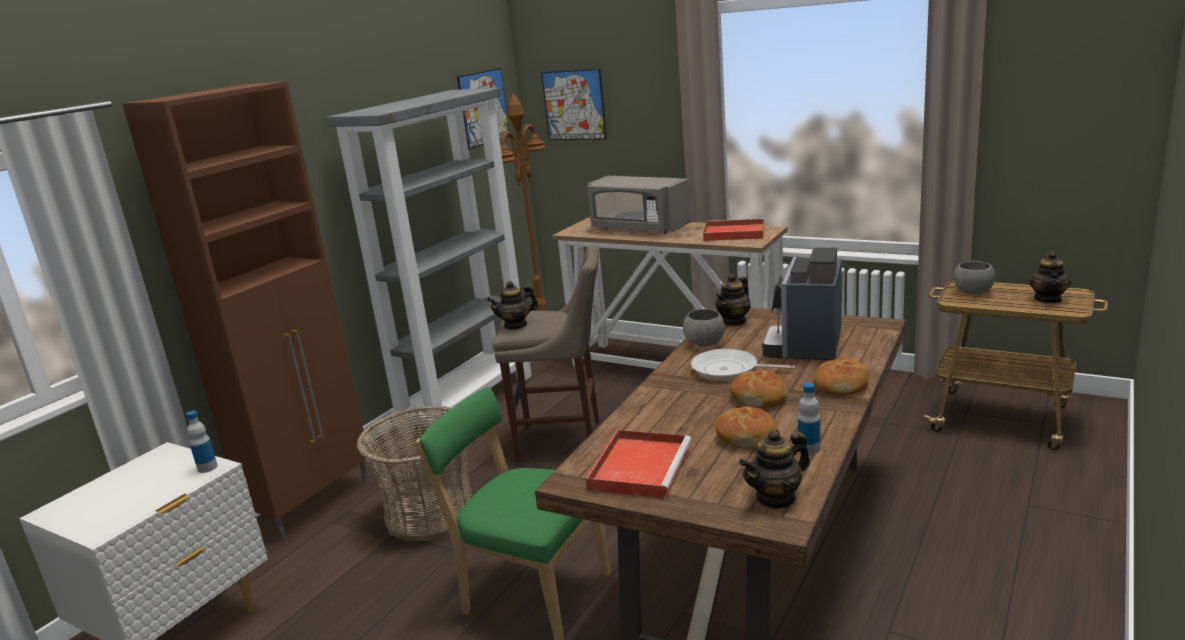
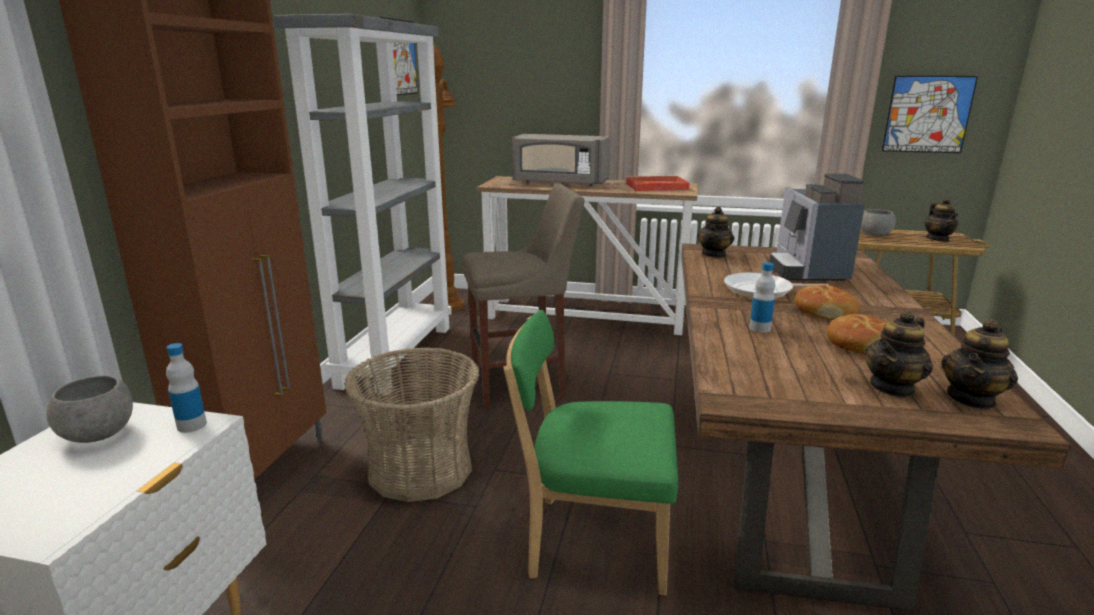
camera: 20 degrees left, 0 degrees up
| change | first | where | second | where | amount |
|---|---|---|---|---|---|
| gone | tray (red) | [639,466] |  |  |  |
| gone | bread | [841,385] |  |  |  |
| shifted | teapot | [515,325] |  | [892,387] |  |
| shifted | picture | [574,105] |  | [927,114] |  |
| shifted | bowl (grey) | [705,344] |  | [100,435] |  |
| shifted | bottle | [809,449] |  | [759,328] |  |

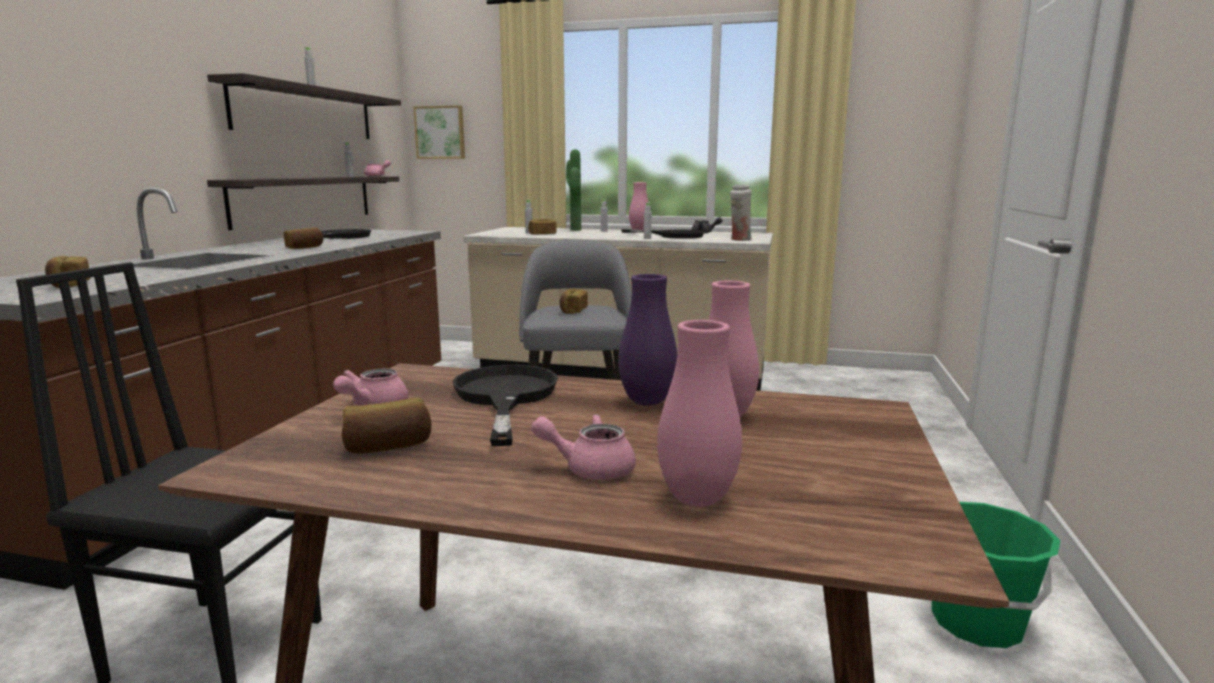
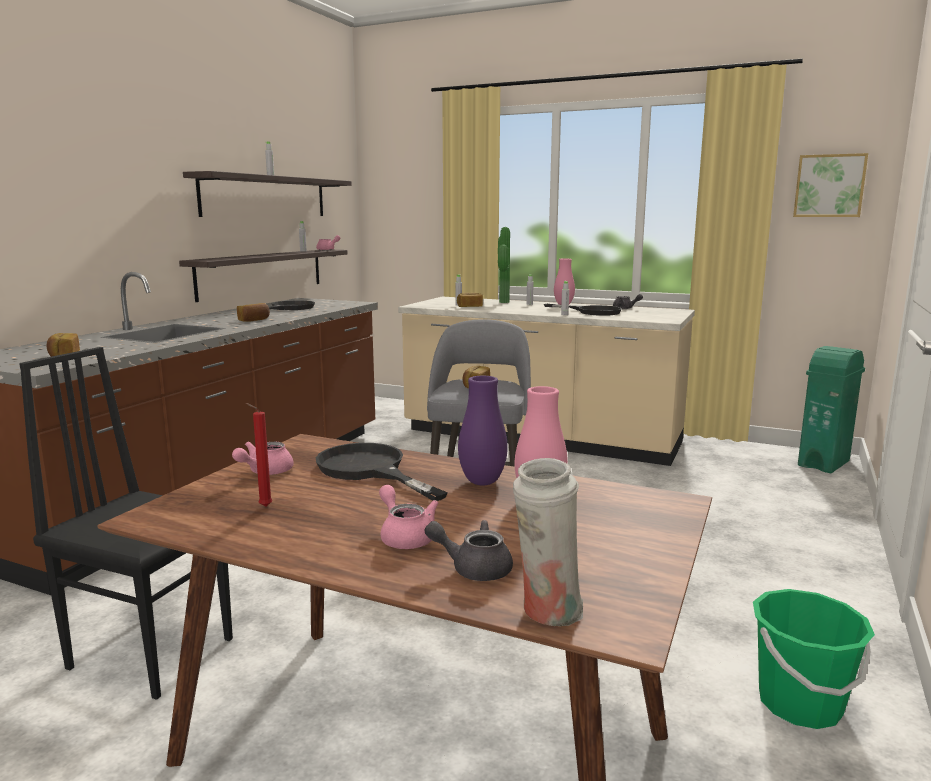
camera: 10 degrees right, 0 degrees up
| change | first | where | second | where | amount |
|---|---|---|---|---|---|
| new |  |  | trash can (green) | [824,463] |  |
| shifted | picture | [440,132] |  | [829,186] |  |
| shifted | vase (white) | [740,240] |  | [547,612] |  |
| swapped | bread | [388,446] | candle (red) | [263,507] |  |
| swapped | vase (pink) | [697,499] | teapot (grey) | [473,568] |  |
| rotated | frying pan (black) | [505,397] |  | [369,470] | 45 degrees counterclockwise |
| rotated | teapot (pink) | [590,468] |  | [405,536] | 45 degrees clockwise |

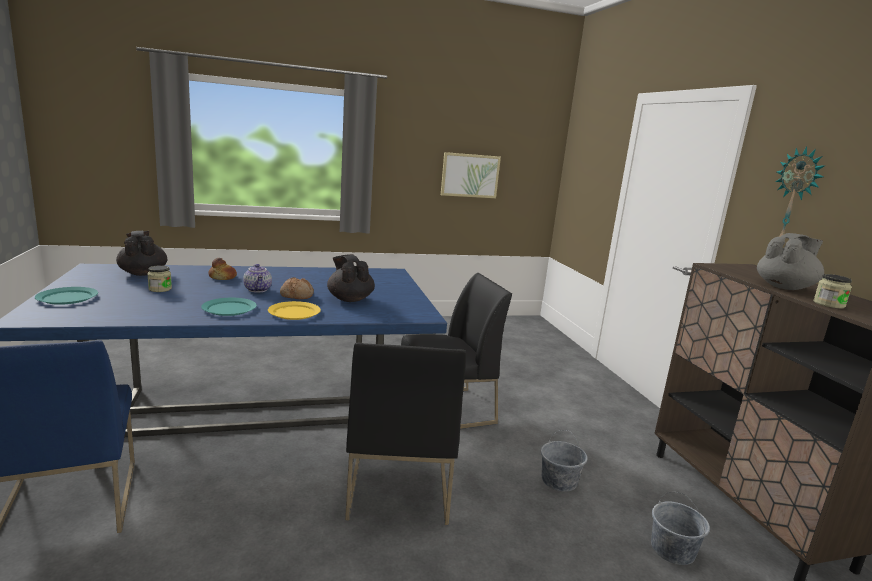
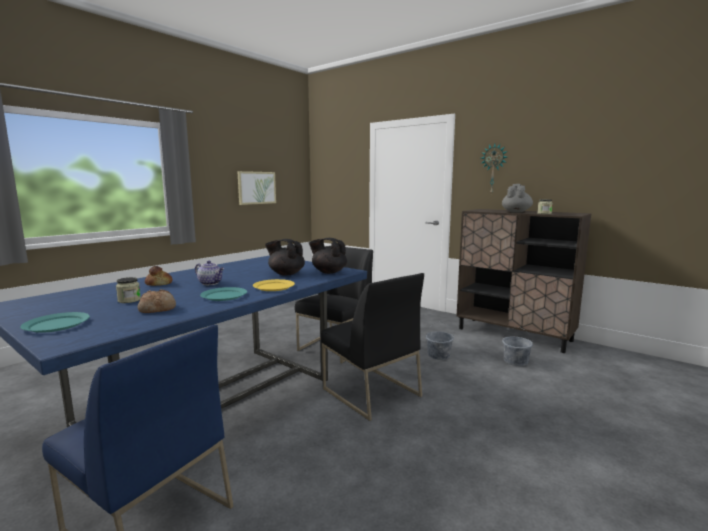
camera: 35 degrees left, 5 degrees down
| change | first | where | second | where | amount |
|---|---|---|---|---|---|
| shifted | teapot (black) | [143,273] |  | [328,272] |  |
| shifted | bread | [297,295] |  | [158,309] |  |

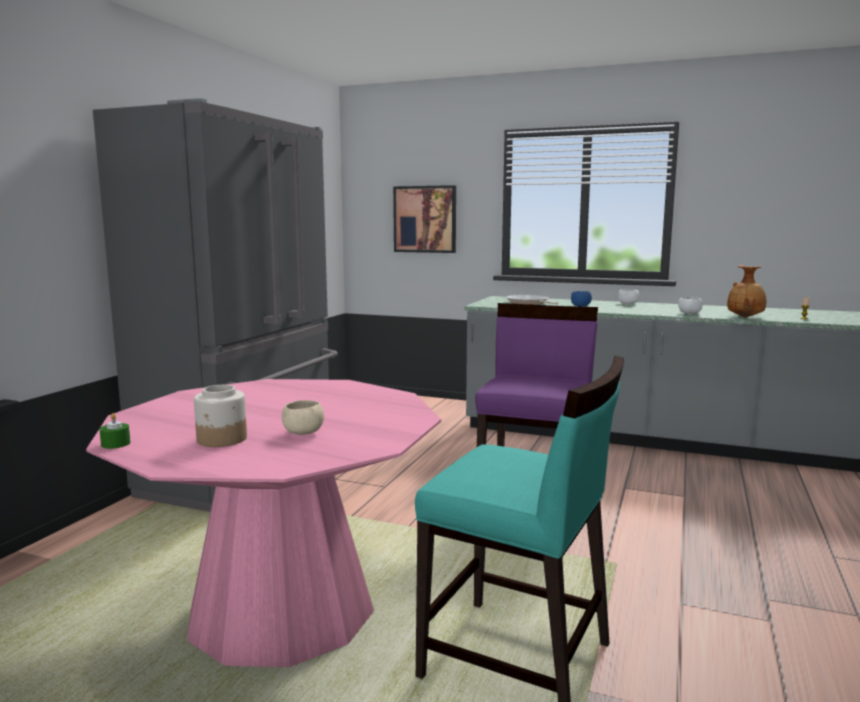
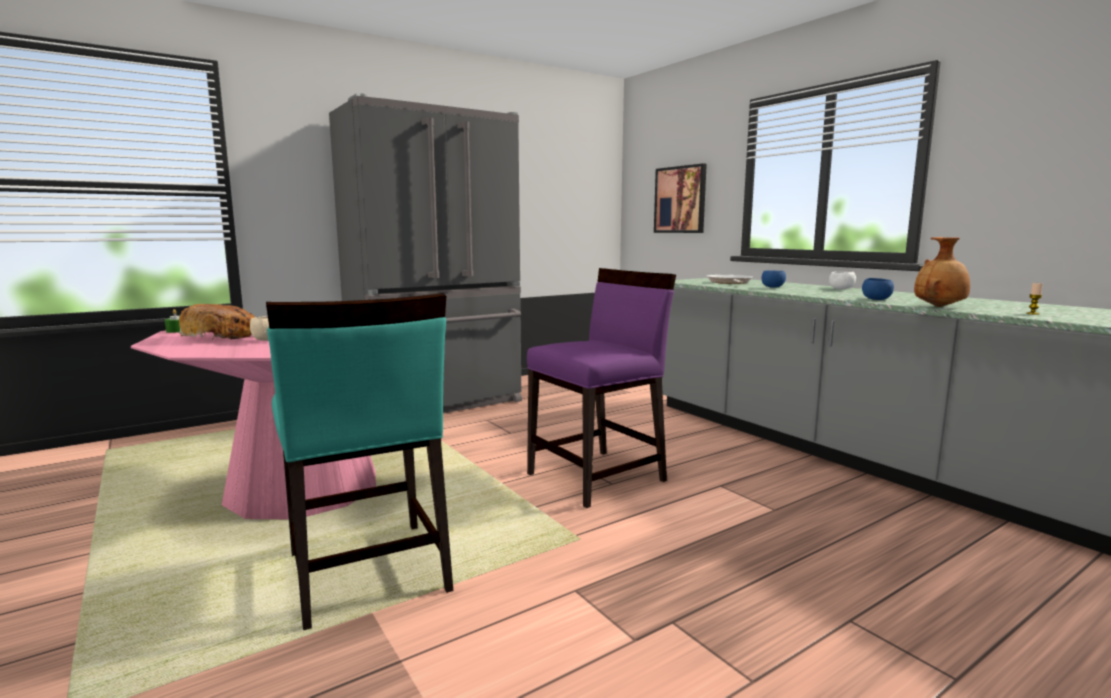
camera: 35 degrees right, 0 degrees up
| change | first | where | second | where | amount |
|---|---|---|---|---|---|
| swapped | jar | [222,439] | bread | [222,336] |  |
| repainted | bowl (white) | [689,313] | bowl (blue) | [876,299] |  |

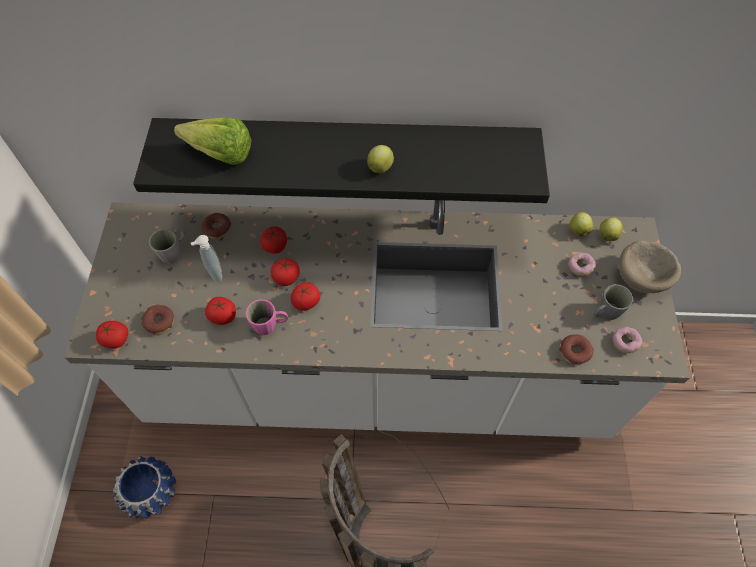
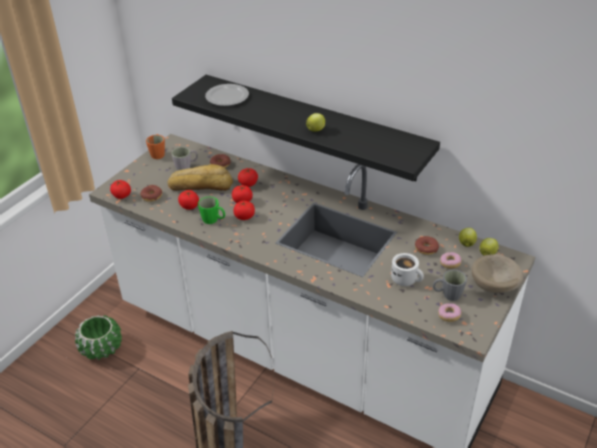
camera: 30 degrees right, 20 degrees down
| change | first | where | second | where | amount |
|---|---|---|---|---|---|
| new |  |  | mug (orange) | [158,153] |  |
| new |  |  | mug (white) | [406,279] |  |
| shifted | donut | [574,351] |  | [426,248] |  |
| swapped | lettuce | [216,152] | plate | [227,97] |  |
| swapped | soap dispenser | [214,273] | bread | [201,185] |  |
| repainted | planter (blue) | [151,491] | planter (green) | [102,348] |  |
| repainted | mug (pink) | [270,325] | mug (green) | [213,220] |  |

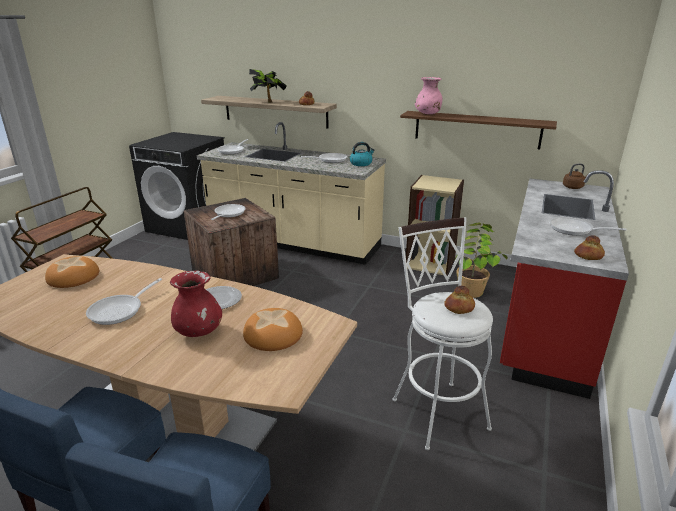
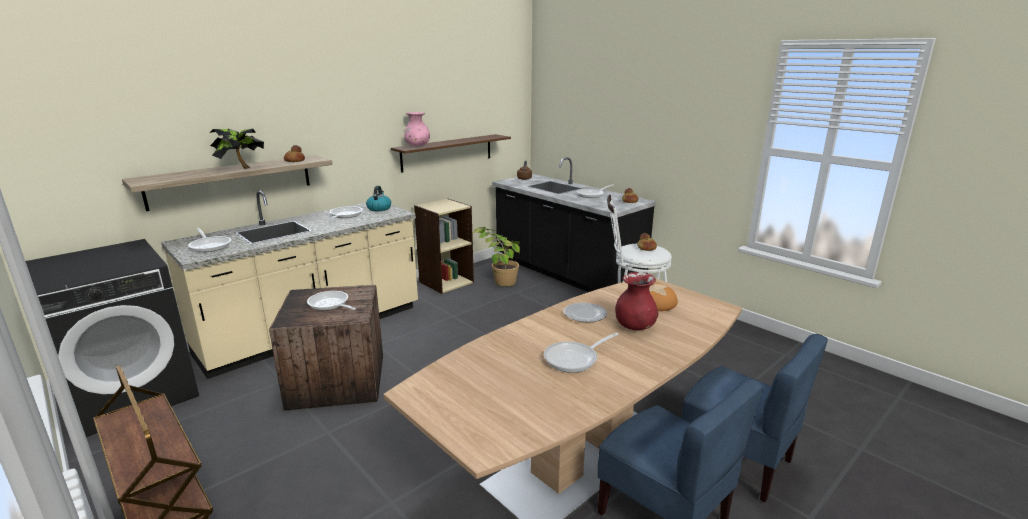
camera: 65 degrees left, 5 degrees down
| change | first | where | second | where | amount |
|---|---|---|---|---|---|
| gone | bread | [73,277] |  |  |  |
| repainted | counter (red) | [544,322] | counter (black) | [565,274] |  |
| rotated | frying pan | [120,310] |  | [575,359] | 90 degrees clockwise |

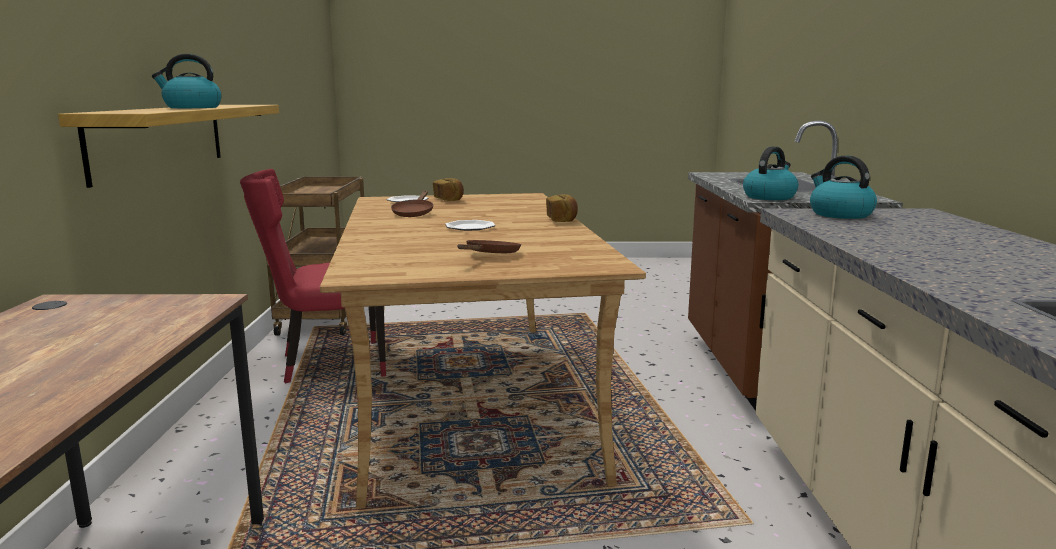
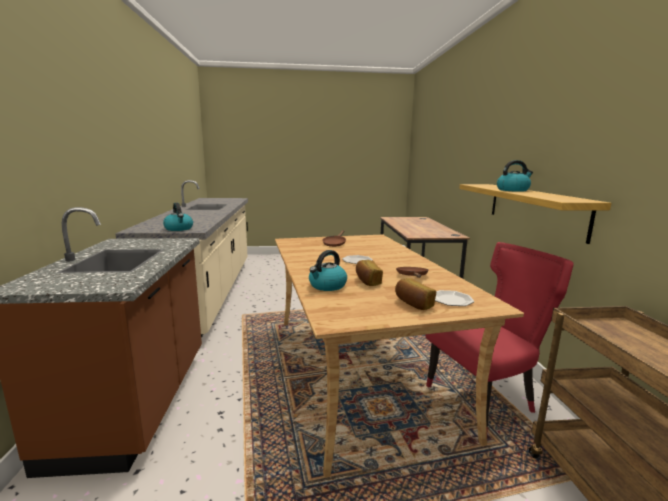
camera: 175 degrees right, 0 degrees up
| change | first | where | second | where | amount |
|---|---|---|---|---|---|
| shifted | bread | [562,220] |  | [367,281] |  |
| shifted | kettle | [769,197] |  | [327,286] |  |

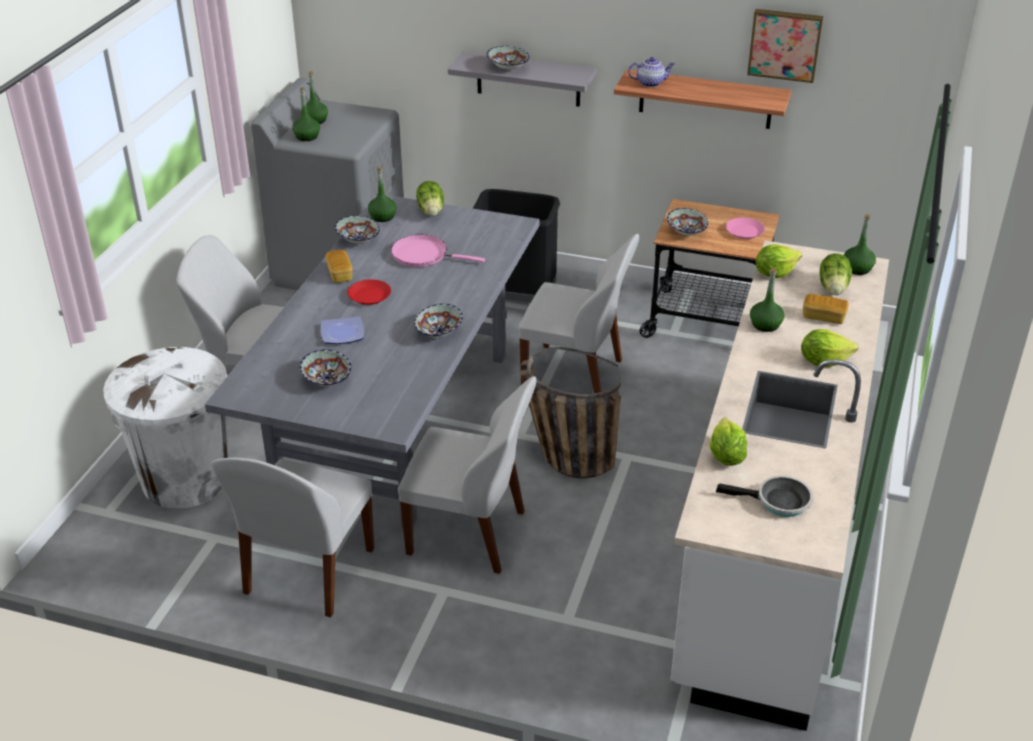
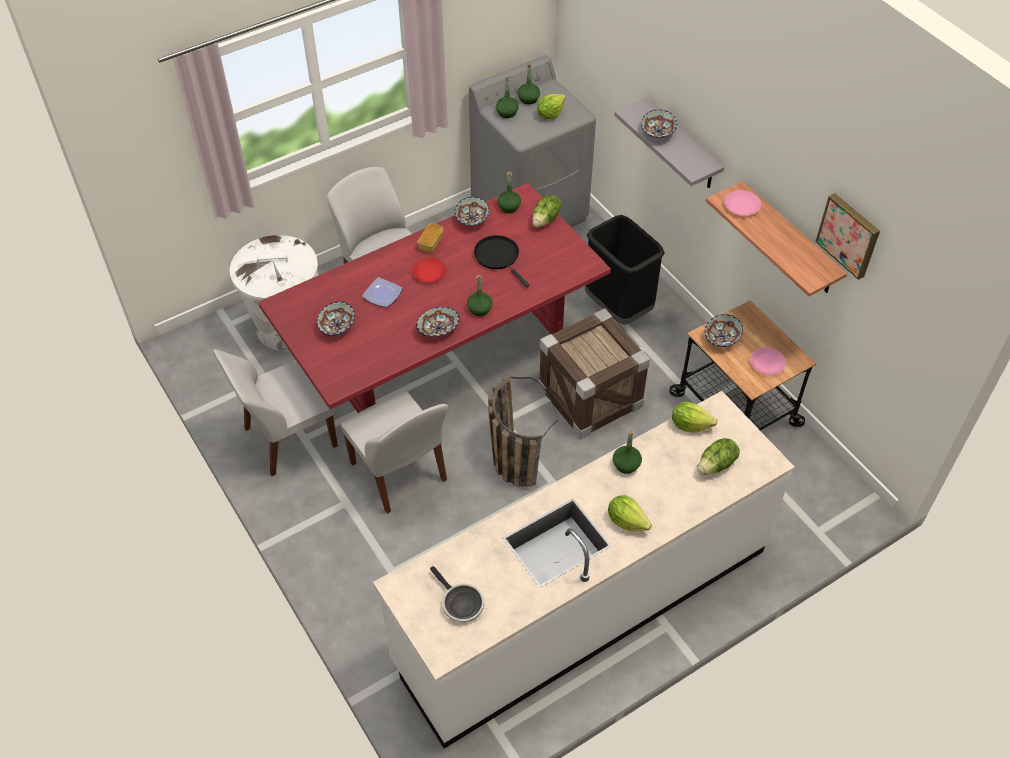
camera: 40 degrees right, 15 degrees up
| change | first | where | second | where | amount |
|---|---|---|---|---|---|
| gone | bread | [823,317] |  |  |  |
| shifted | lettuce | [726,456] |  | [550,114] |  |
| shifted | bottle (green) | [857,269] |  | [479,309] |  |
| swapped | chair (white) | [575,375] | crate | [590,397] |  |
| swapped | teapot | [651,83] | plate (pink) | [742,206] |  |
| repainted | dining table (grey) | [397,420] | dining table (red) | [442,360] |  |
| repainted | frying pan (pink) | [423,255] | frying pan (black) | [498,257] |  |

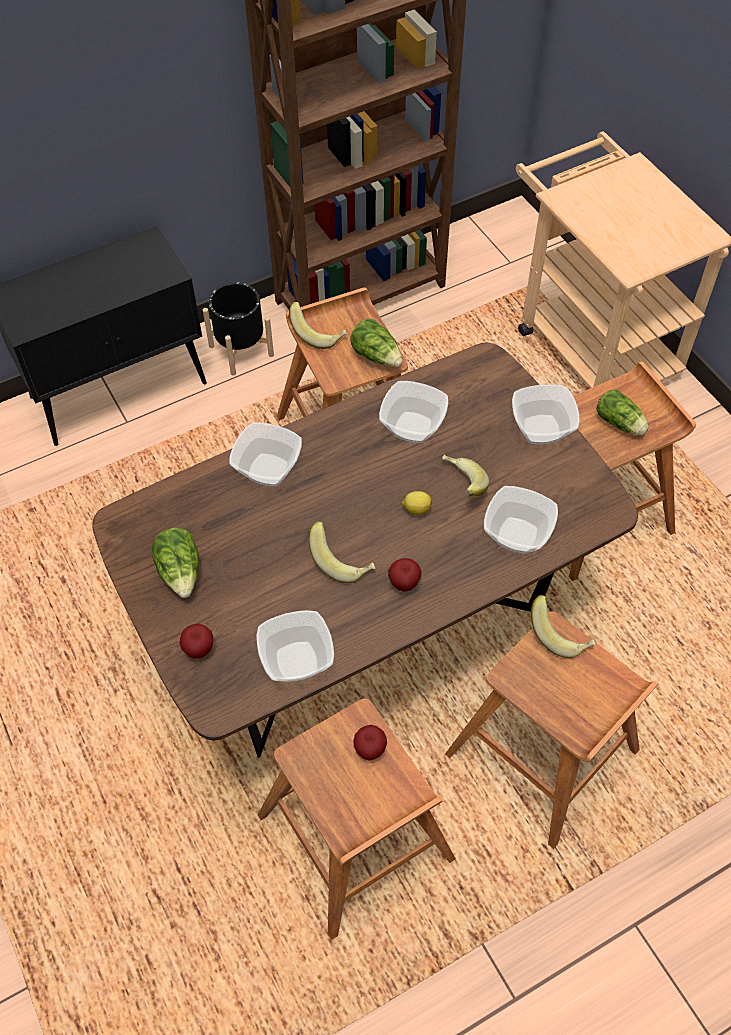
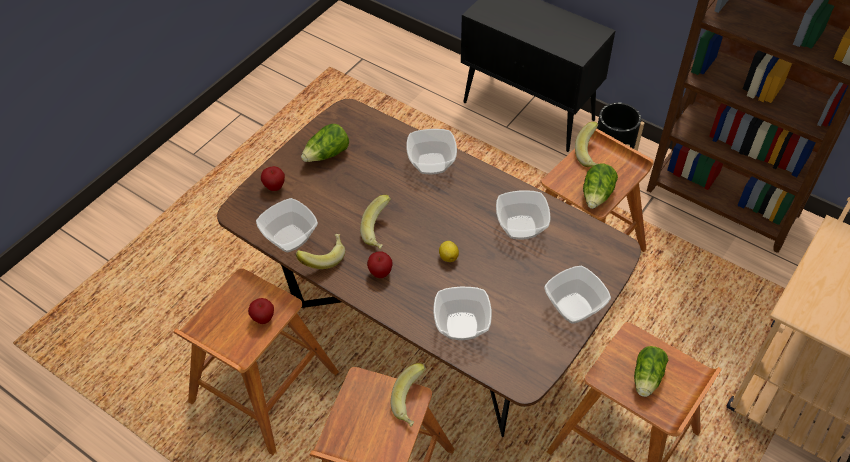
camera: 65 degrees right, 5 degrees down
| change | first | where | second | where | amount |
|---|---|---|---|---|---|
| shifted | banana | [461,485] |  | [323,257] |  |

